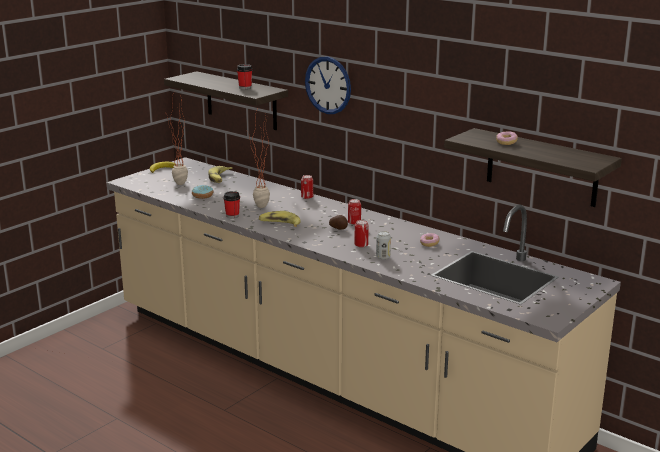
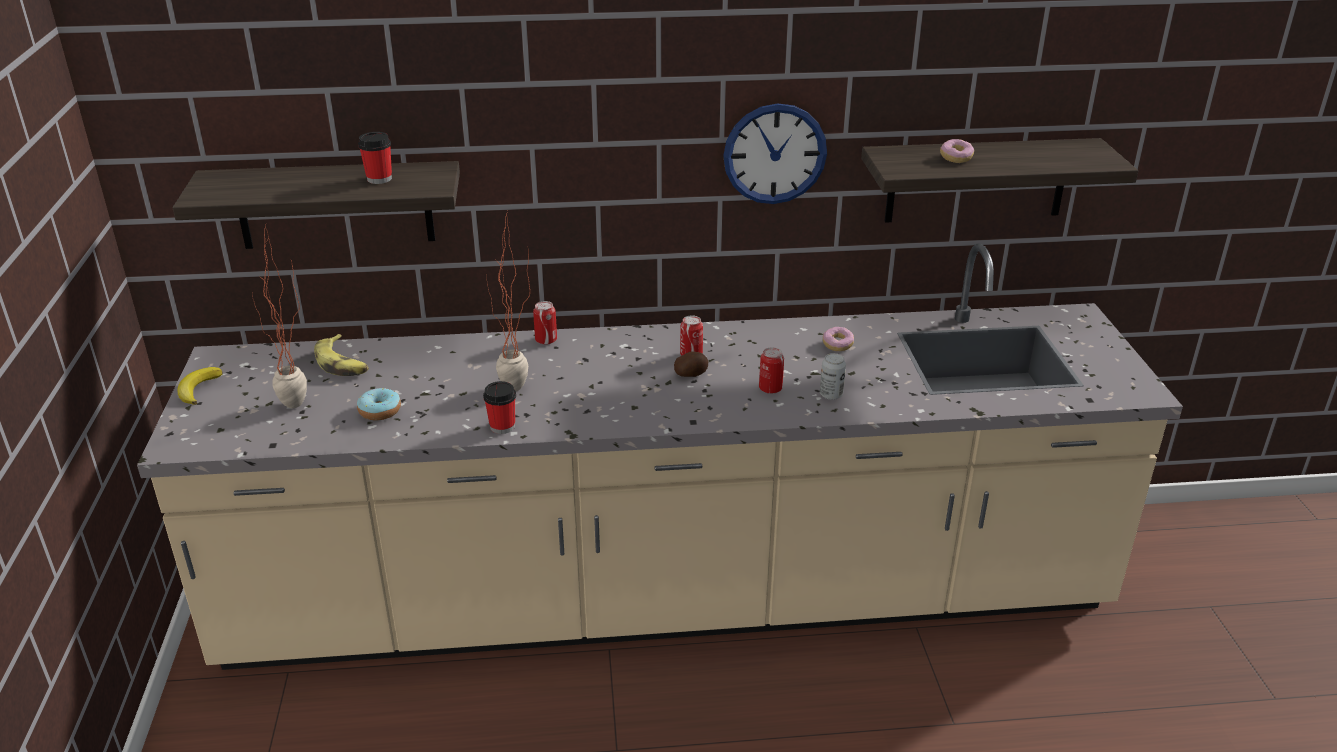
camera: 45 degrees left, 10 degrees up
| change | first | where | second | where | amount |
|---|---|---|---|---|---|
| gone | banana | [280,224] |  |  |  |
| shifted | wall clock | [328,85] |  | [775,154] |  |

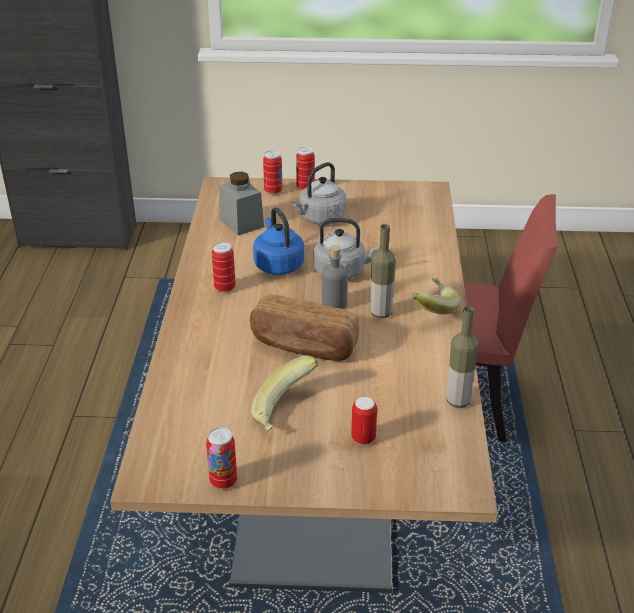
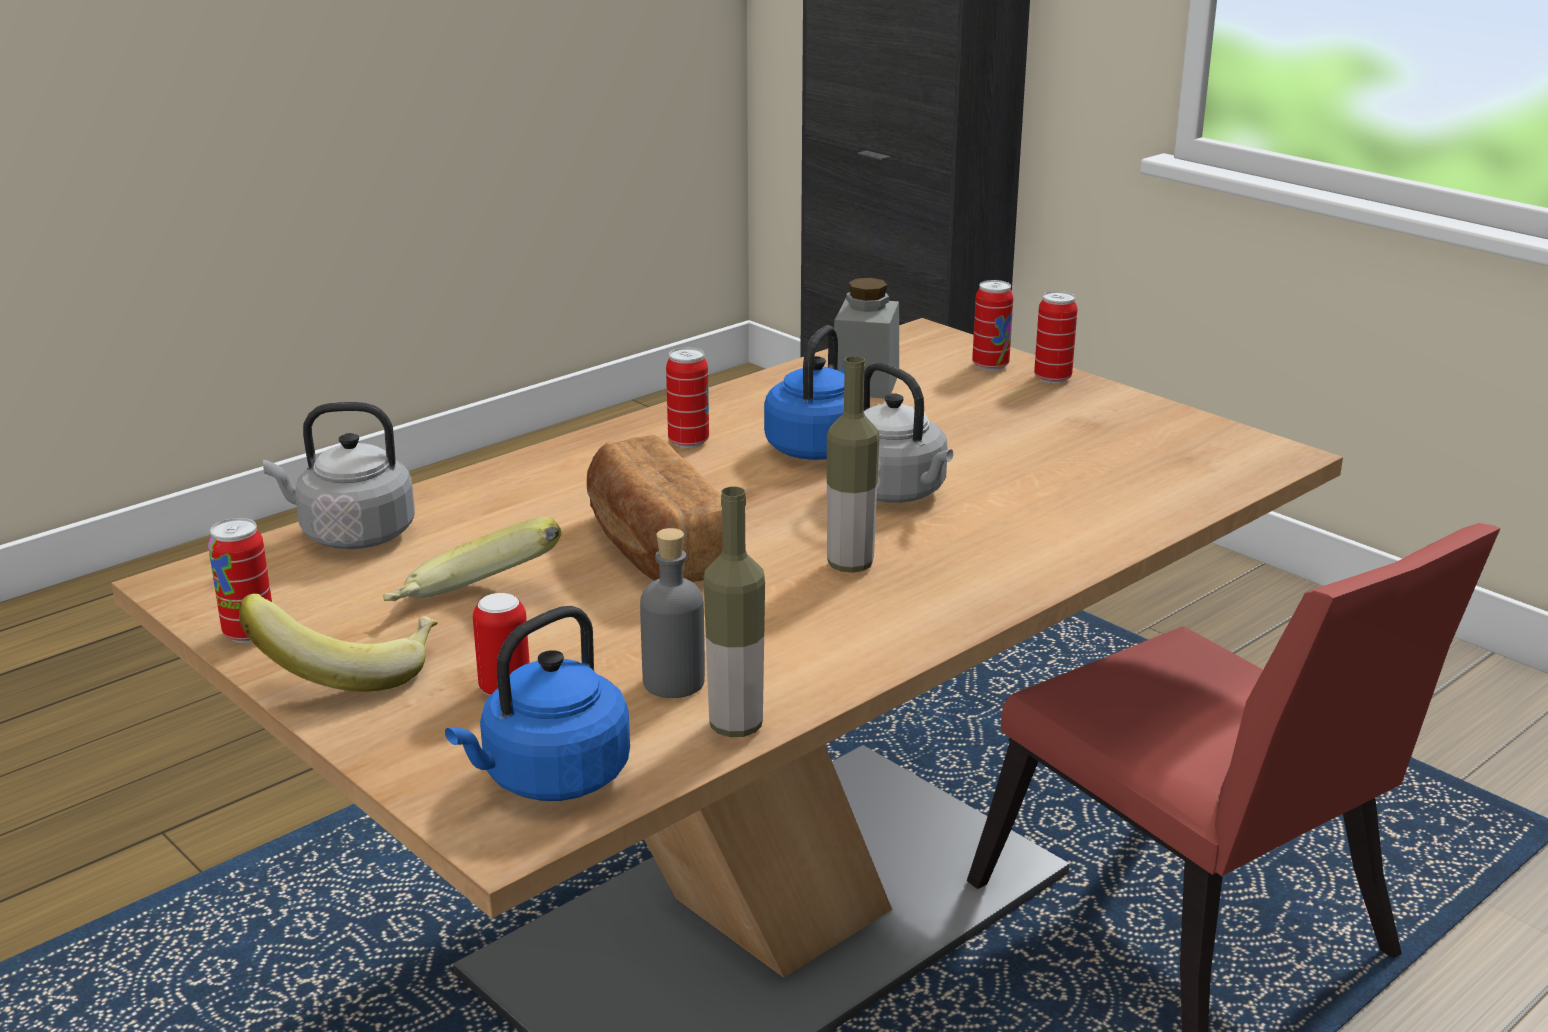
camera: 45 degrees right, 10 degrees down
| change | first | where | second | where | amount |
|---|---|---|---|---|---|
| new |  |  | kettle (blue) | [550,778] |  |
| shifted | kettle (grey) | [320,219] |  | [351,535] |  |
| shifted | bottle (grey) | [334,304] |  | [674,682] |  |
| shifted | banana | [430,308] |  | [349,671] |  |

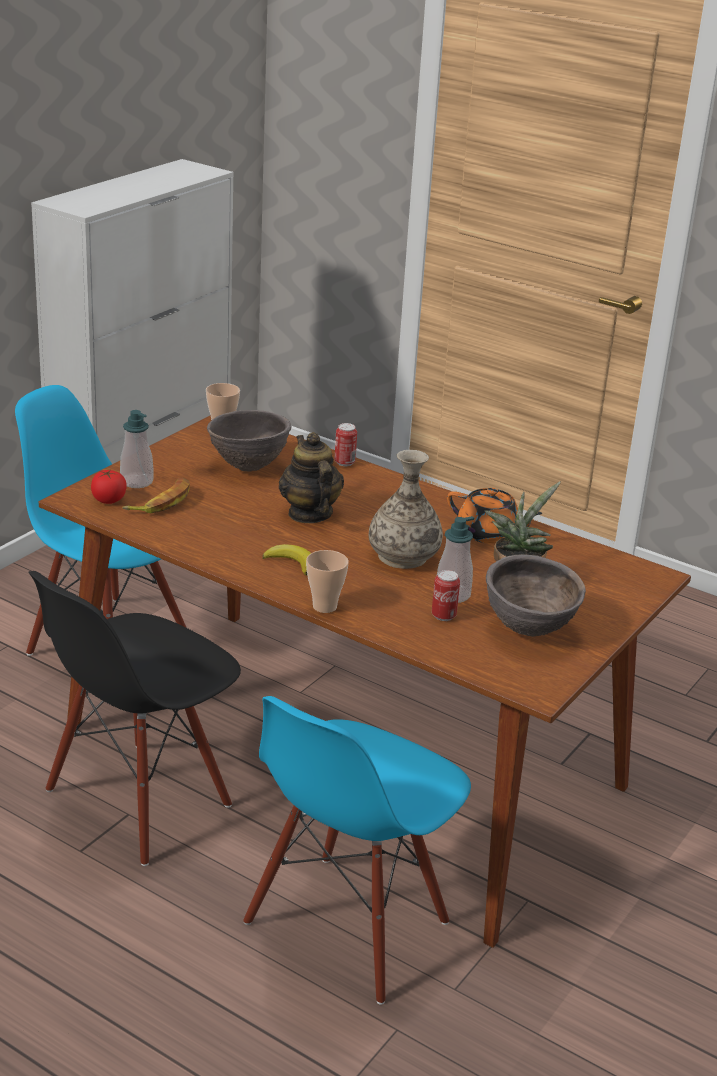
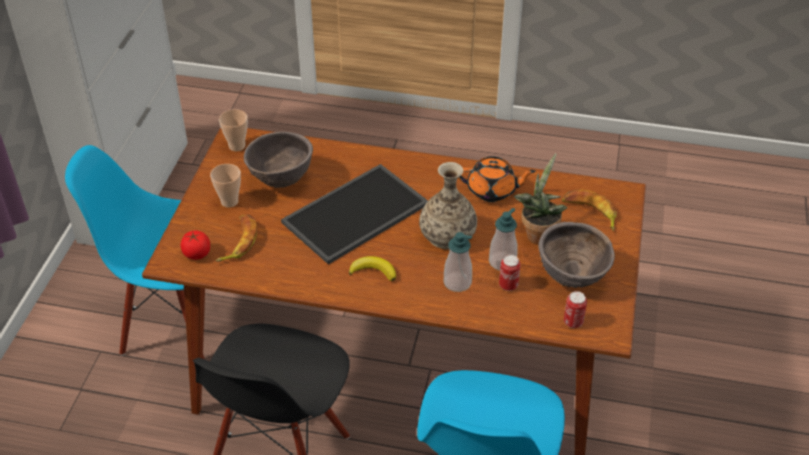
camera: 20 degrees left, 15 degrees up
| change | first | where | second | where | amount |
|---|---|---|---|---|---|
| new |  |  | banana | [590,213] |  |
| shifted | soap dispenser | [137,481] |  | [457,282] |  |
| shifted | cup | [324,606] |  | [229,202] |  |
| shifted | can | [344,462] |  | [573,322] |  |
| swapped | teapot | [309,514] | tray | [355,215] |  |

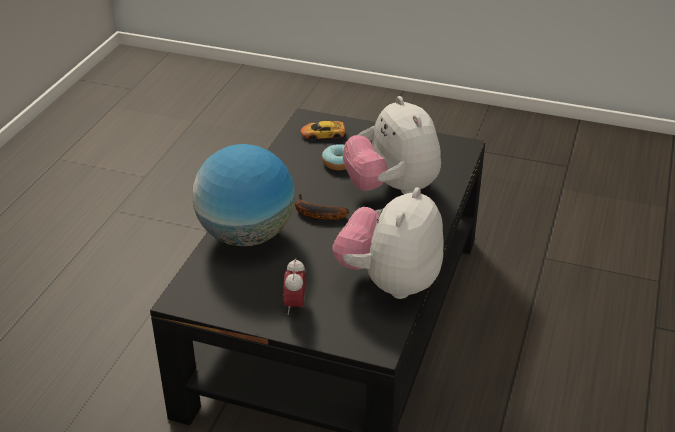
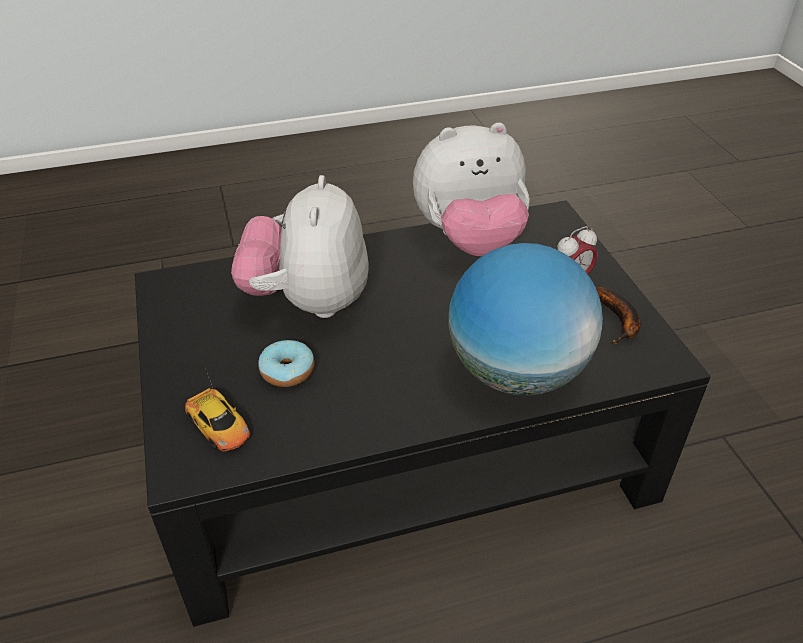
camera: 125 degrees left, 5 degrees up
| change | first | where | second | where | amount |
|---|---|---|---|---|---|
| shifted | banana | [316,214] |  | [618,321] |  |
| rotated | plush toy | [392,189] |  | [308,301] | 150 degrees clockwise |

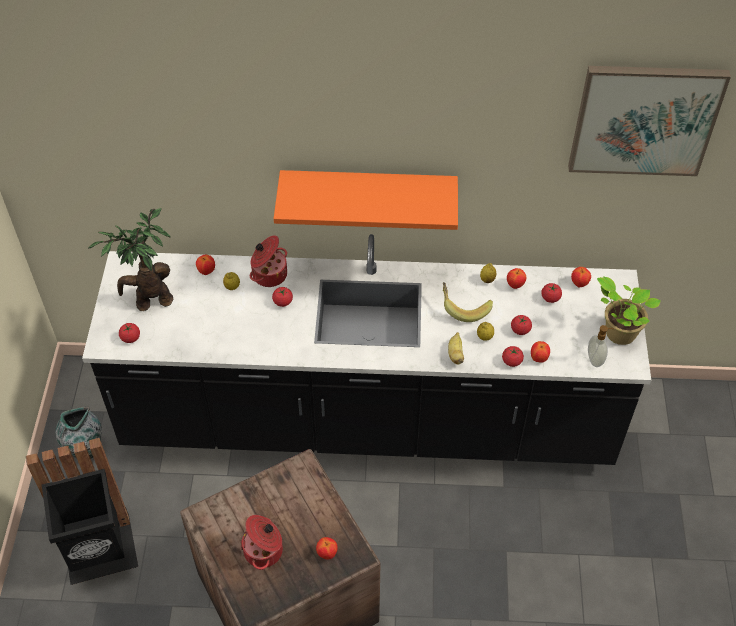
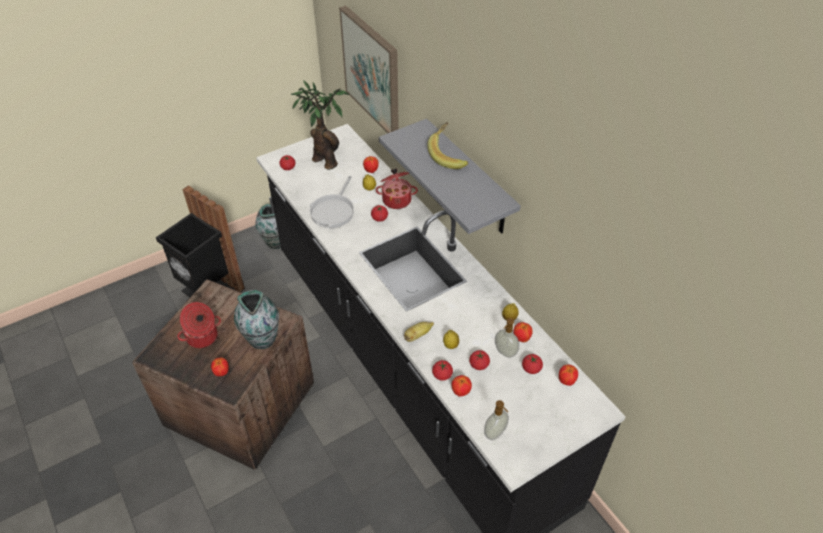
camera: 55 degrees right, 5 degrees down
| change | first | where | second | where | amount |
|---|---|---|---|---|---|
| gone | potted plant | [618,332] |  |  |  |
| new |  |  | vase | [262,338] |  |
| new |  |  | frying pan | [334,211] |  |
| new |  |  | soap dispenser | [504,352] |  |
| shifted | banana | [464,307] |  | [449,155] |  |
| shifted | picture | [644,120] |  | [372,71] |  |
| repainted | shelf (orange) | [368,193] | shelf (grey) | [469,179] |  |

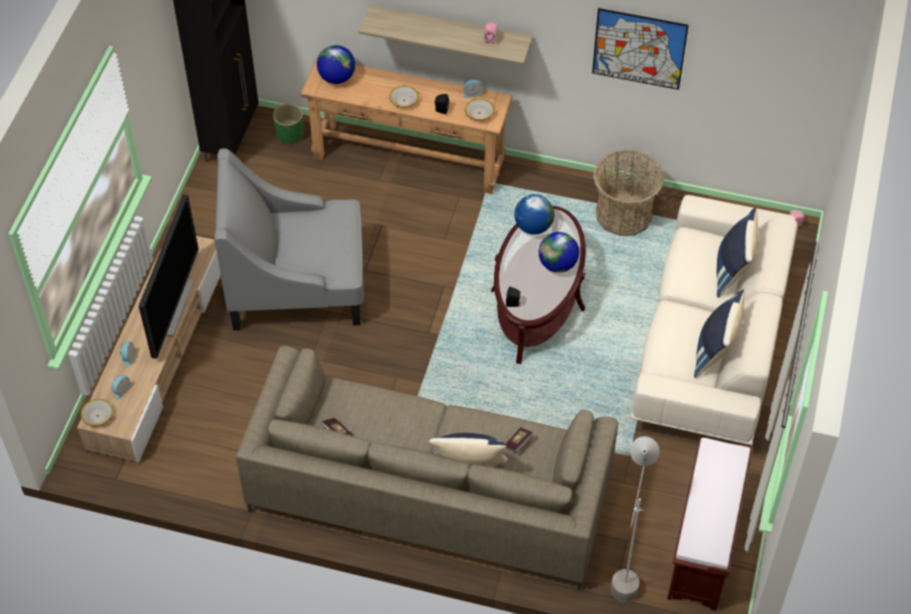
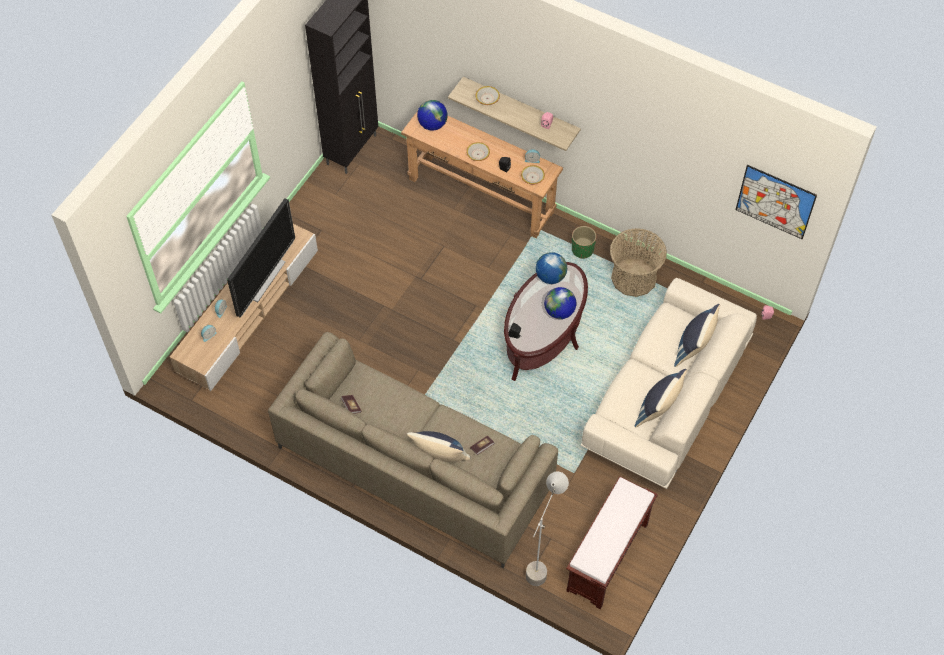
camera: 15 degrees right, 5 degrees up
| change | first | where | second | where | amount |
|---|---|---|---|---|---|
| gone | armchair (grey) | [298,285] |  |  |  |
| shifted | bowl | [97,416] |  | [487,98] |  |
| shifted | planter (green) | [290,135] |  | [582,250] |  |
| shifted | picture | [639,49] |  | [775,202] |  |

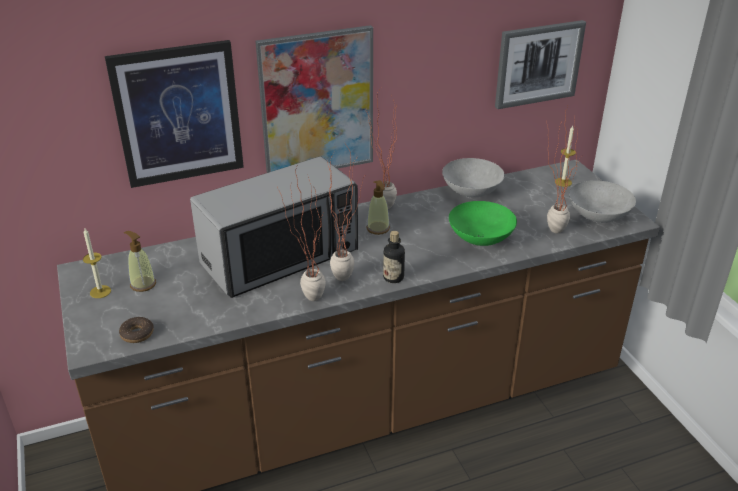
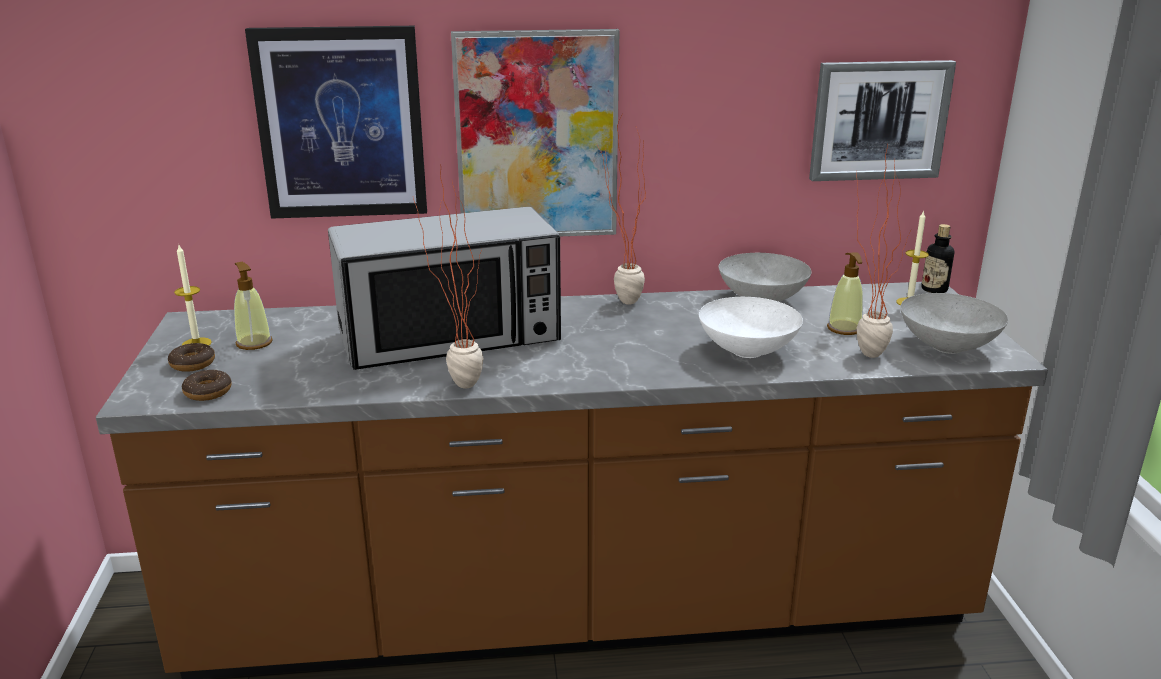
camera: 15 degrees right, 10 degrees down
| change | first | where | second | where | amount |
|---|---|---|---|---|---|
| gone | potted plant | [349,276] |  |  |  |
| new |  |  | donut | [192,364] |  |
| shifted | soap dispenser | [378,228] |  | [844,329] |  |
| shifted | bottle | [393,277] |  | [934,289] |  |
| repainted | bowl (green) | [481,240] | bowl (white) | [748,352] |  |

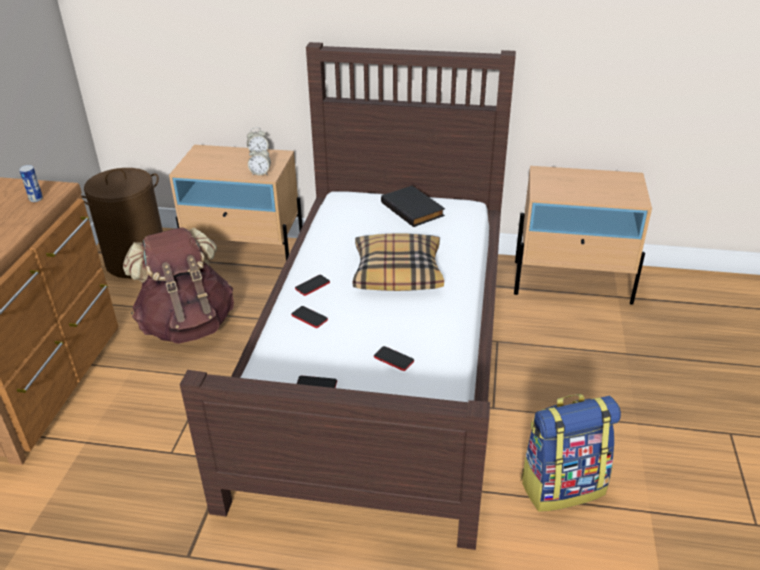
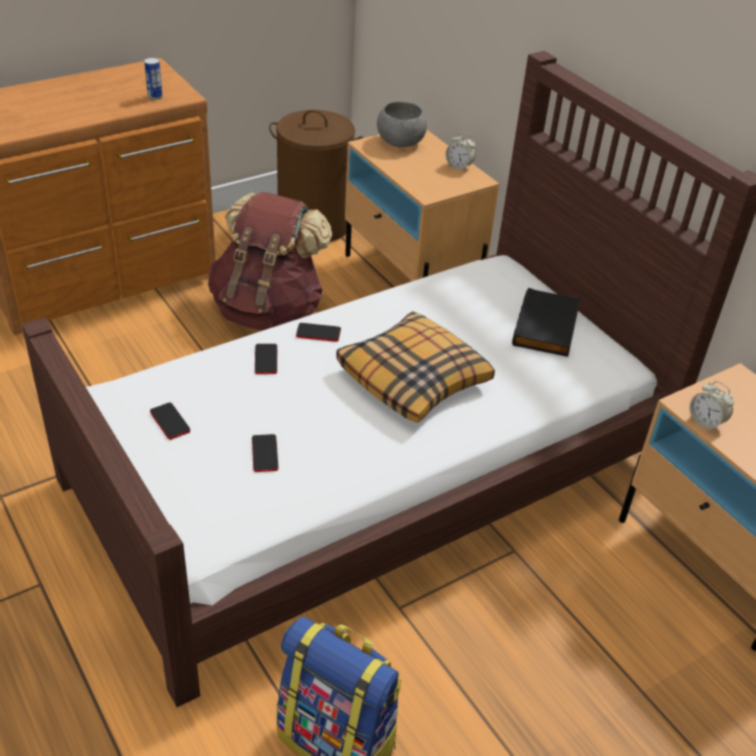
camera: 45 degrees right, 5 degrees up
| change | first | where | second | where | amount |
|---|---|---|---|---|---|
| new |  |  | bowl (grey) | [400,142] |  |
| shifted | alarm clock | [260,173] |  | [705,422] |  |

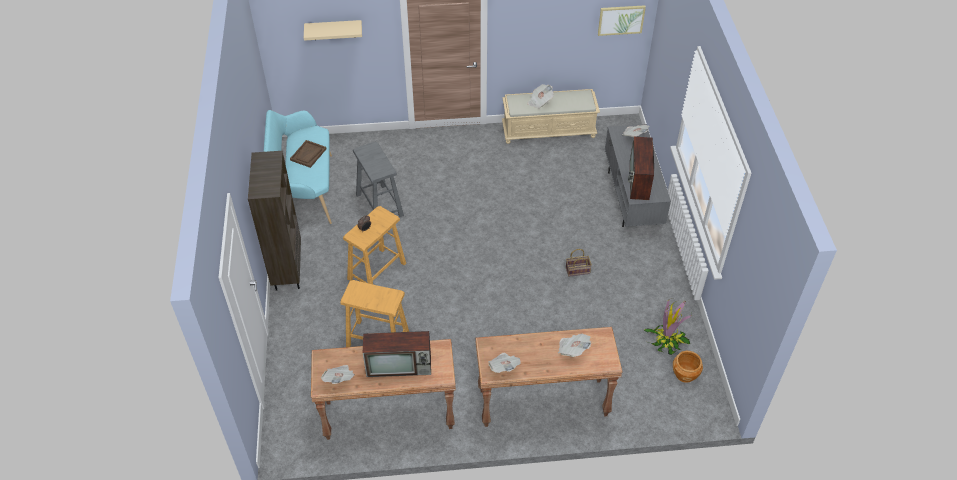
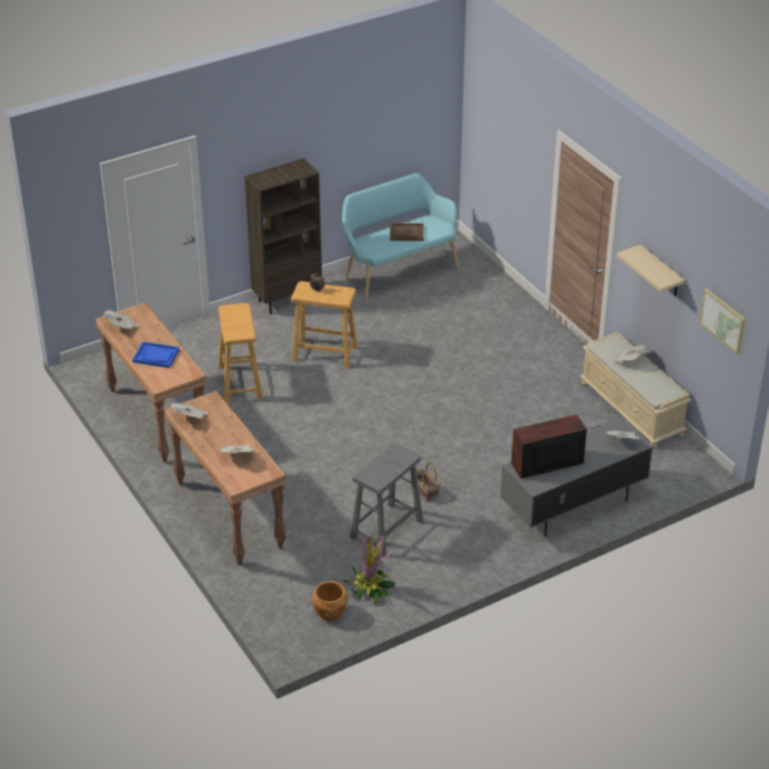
camera: 65 degrees right, 10 degrees down
| change | first | where | second | where | amount |
|---|---|---|---|---|---|
| shifted | shelf (beige) | [334,30] |  | [661,272] |  |
| shifted | stool (grey) | [379,205] |  | [386,529] |  |
| swapped | television | [400,366] | tray (blue) | [156,356] |  |

